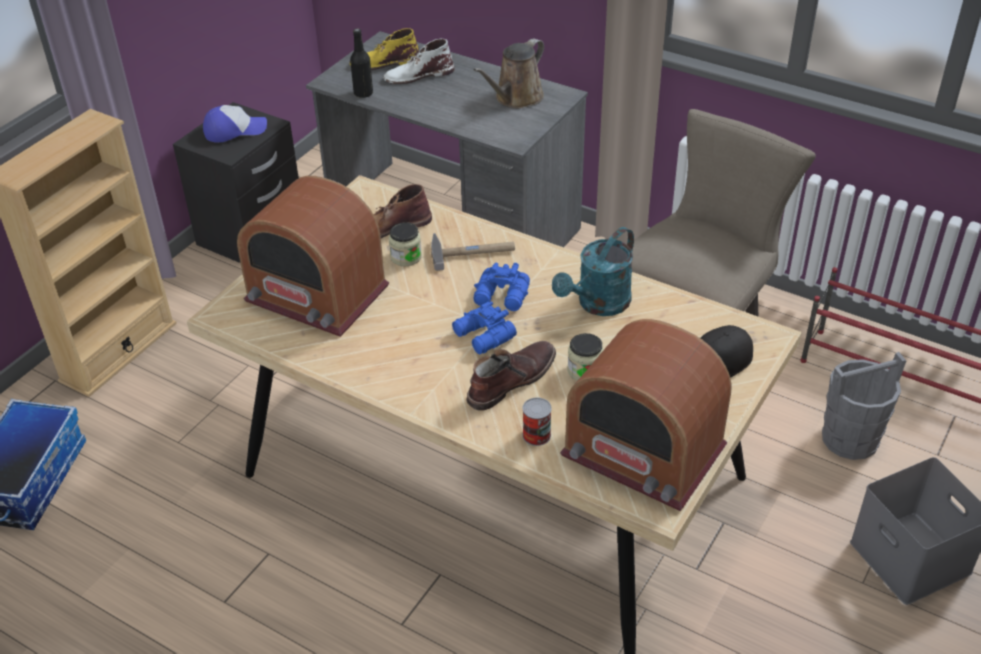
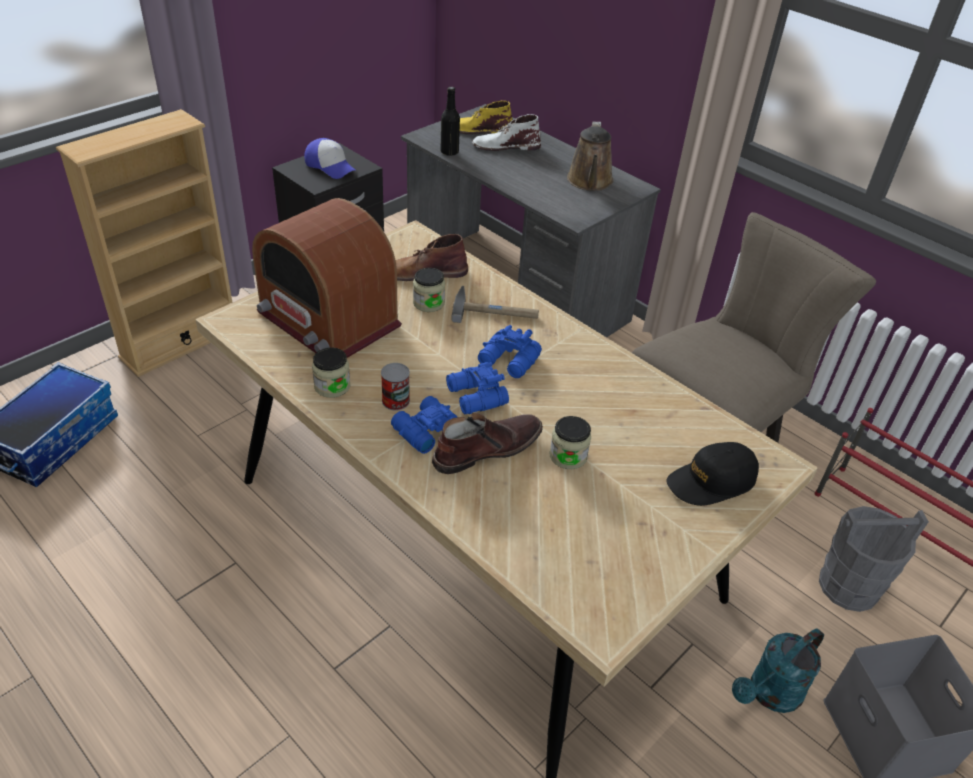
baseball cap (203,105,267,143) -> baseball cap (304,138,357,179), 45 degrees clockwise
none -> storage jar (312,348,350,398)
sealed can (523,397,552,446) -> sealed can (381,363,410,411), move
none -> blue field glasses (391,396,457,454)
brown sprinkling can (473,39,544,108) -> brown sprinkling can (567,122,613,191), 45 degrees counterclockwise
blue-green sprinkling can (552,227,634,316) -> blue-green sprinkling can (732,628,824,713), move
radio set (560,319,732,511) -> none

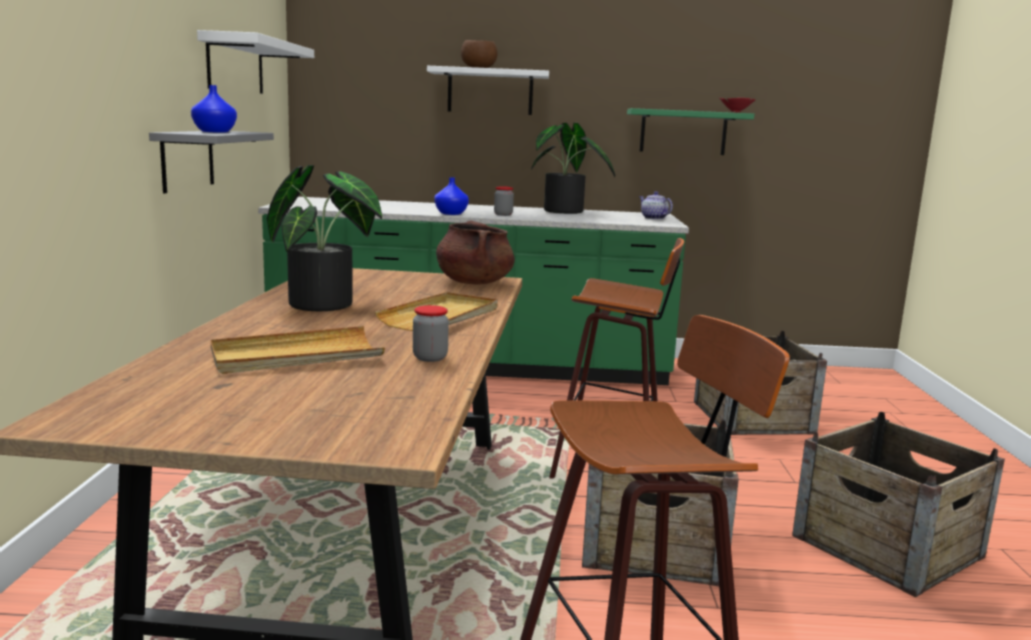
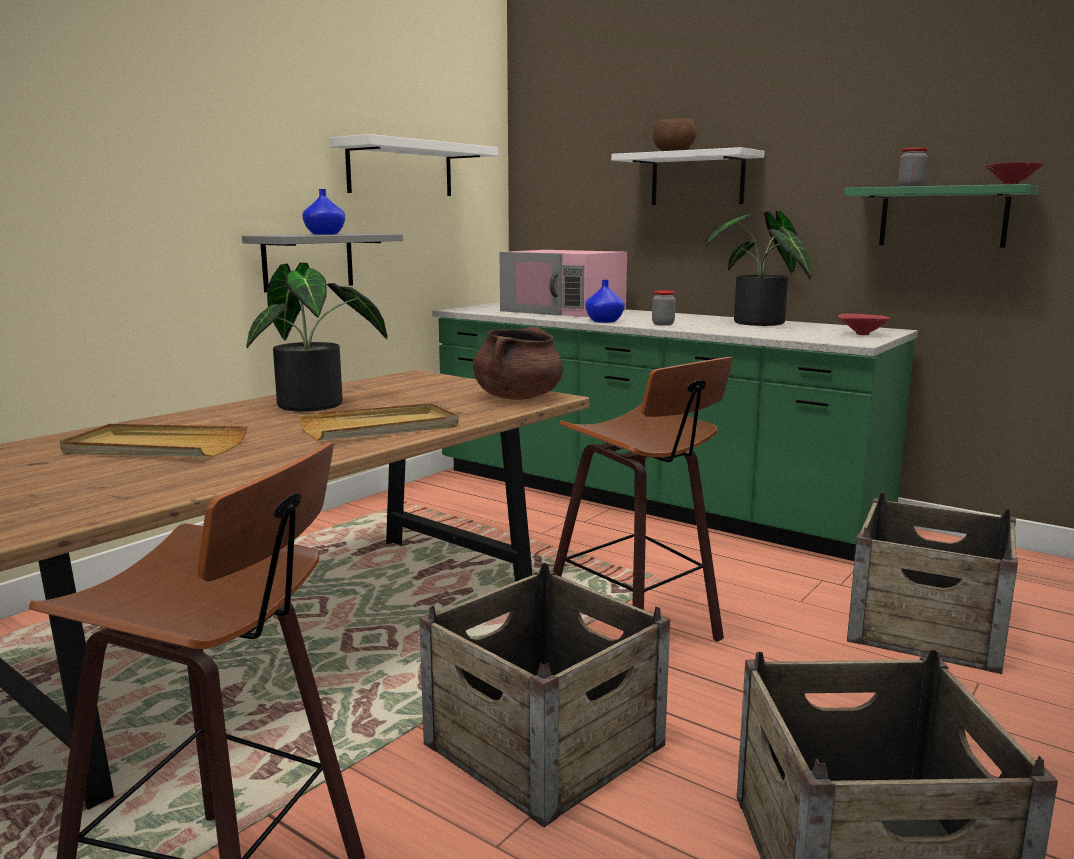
none -> pink-coloured kitchen microwave (500,250,627,317)
teapot (639,191,673,219) -> red serving bowl (838,314,891,335)
storage jar (413,305,449,362) -> storage jar (898,148,928,187), move

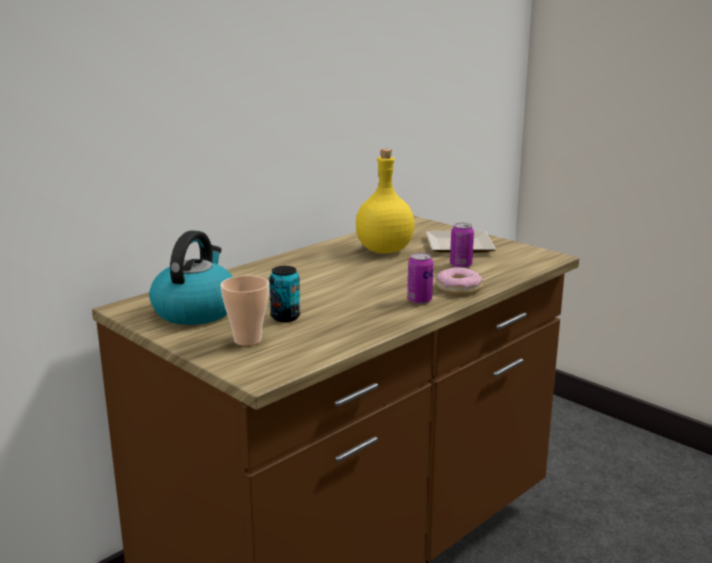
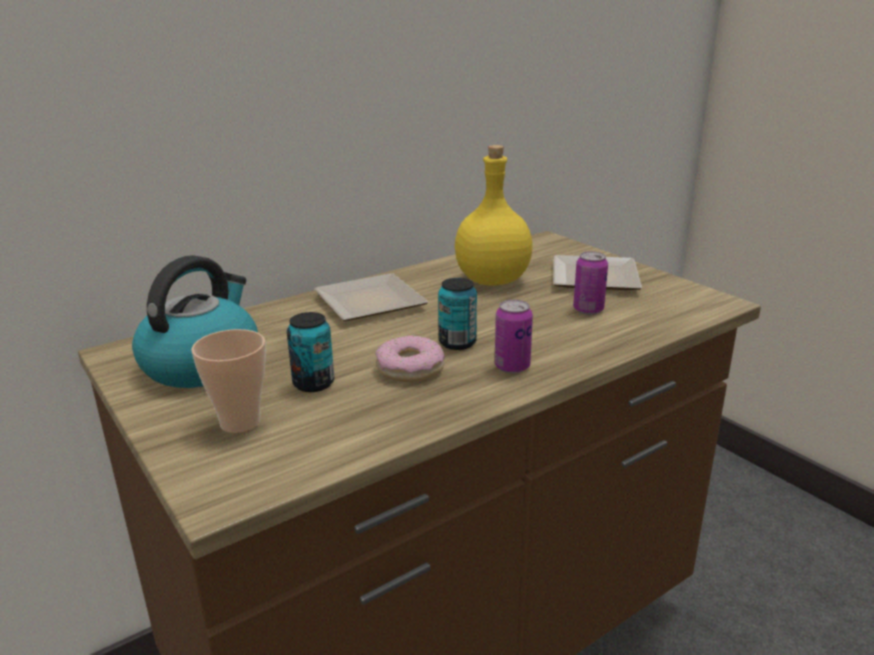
none -> dinner plate (314,273,428,321)
donut (436,267,483,295) -> donut (375,335,445,382), move
none -> sealed can (438,278,477,350)

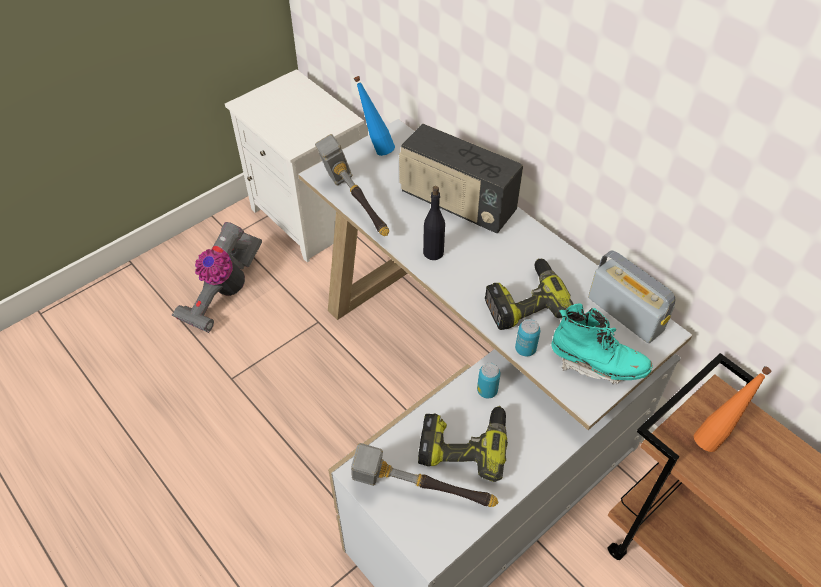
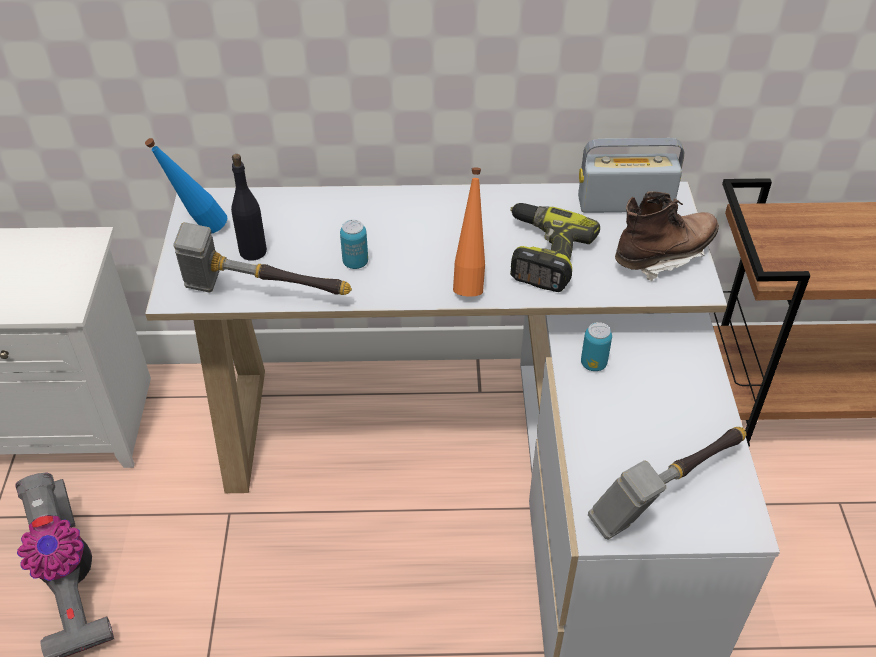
blackish beverage bottle (423,186,445,260) -> blackish beverage bottle (231,154,267,261), move
sealed can (515,319,540,357) -> sealed can (340,220,368,269), move
orangey beverage bottle (694,366,771,452) -> orangey beverage bottle (453,167,485,297), move
blue-green high-top boot (551,303,653,385) -> brown high-top boot (615,191,719,282)
radio set (399,124,523,233) -> none
electric drill (418,406,508,482) -> none

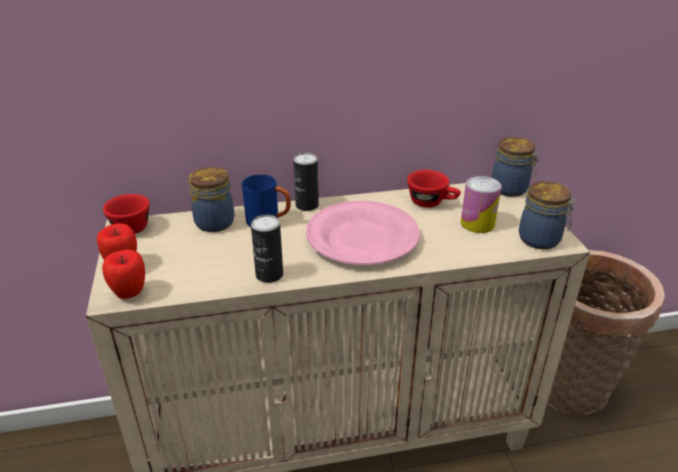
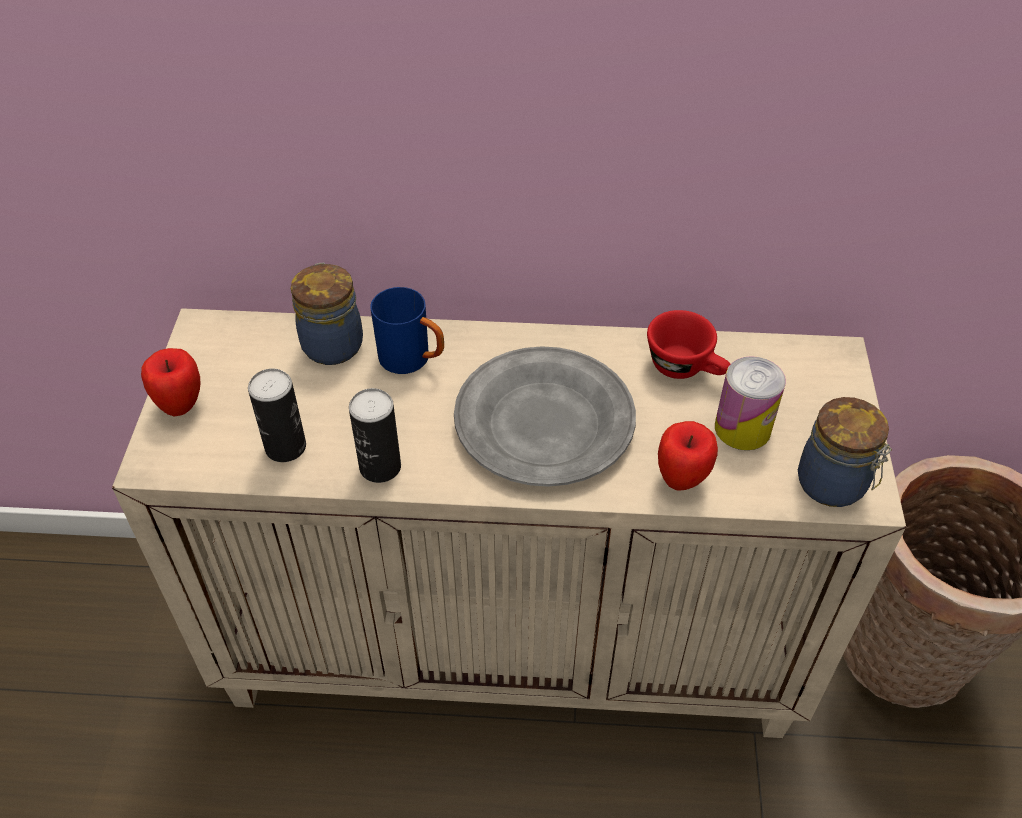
sealed can (293,153,319,211) -> sealed can (248,369,306,462), move
pink-coloured dinner plate (306,201,420,265) -> gray dinner plate (454,346,636,487)
apple fruit (102,249,145,299) -> apple fruit (658,421,718,491), move
red small cup (103,194,149,234) -> none
storage jar (492,137,539,197) -> none

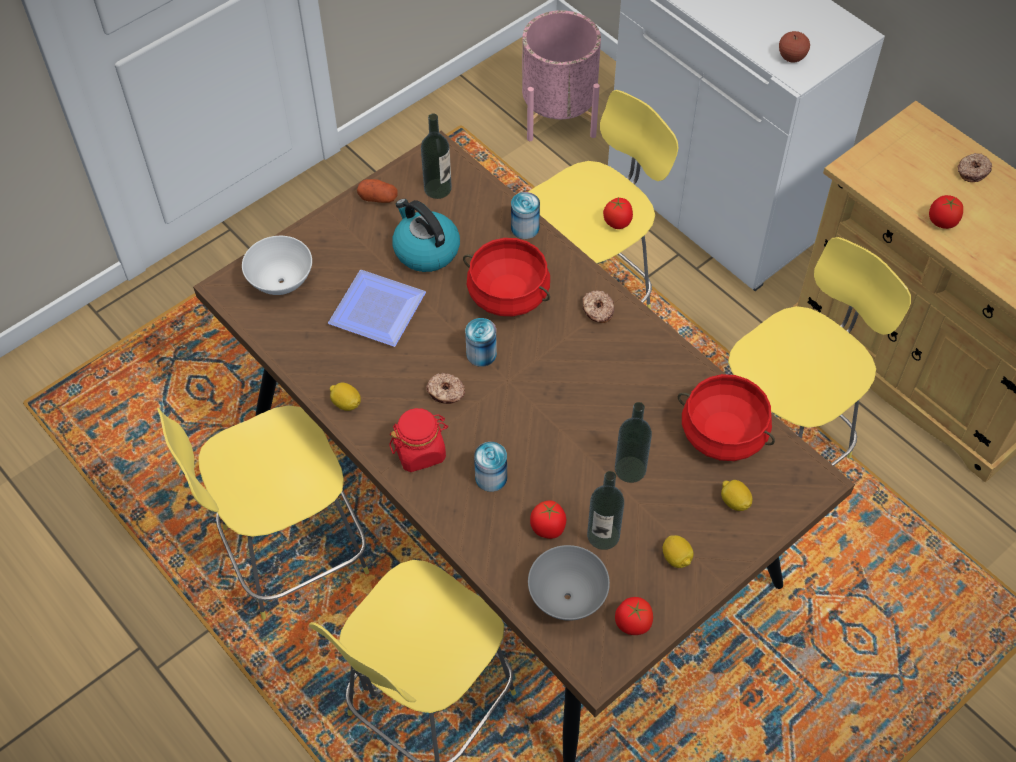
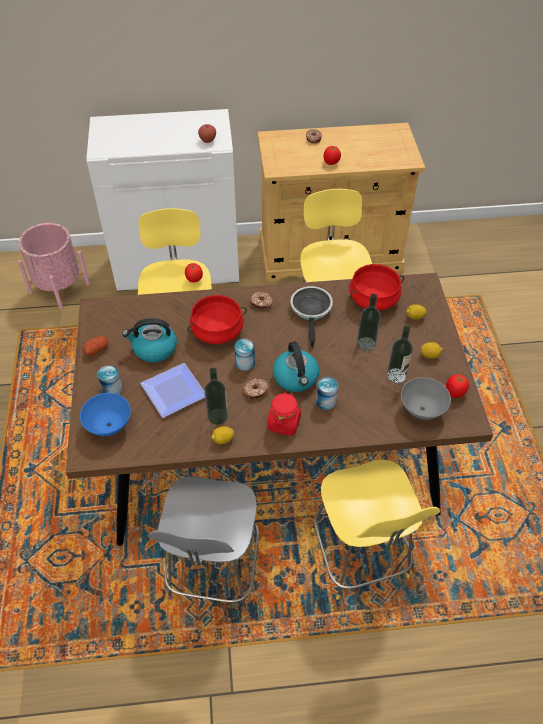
white-coloured serving bowl (242,236,312,295) -> blue serving bowl (80,393,131,436)
sealed can (511,192,540,239) -> sealed can (97,365,123,395), move
yellow-coloured sitting stool (157,405,369,620) -> gray sitting stool (148,476,260,612)
beverage bottle (421,114,452,199) -> beverage bottle (204,368,228,425), move
none -> kettle (273,341,320,392)
none -> pan (290,286,333,347)
fresh tomato (530,500,566,539) -> none

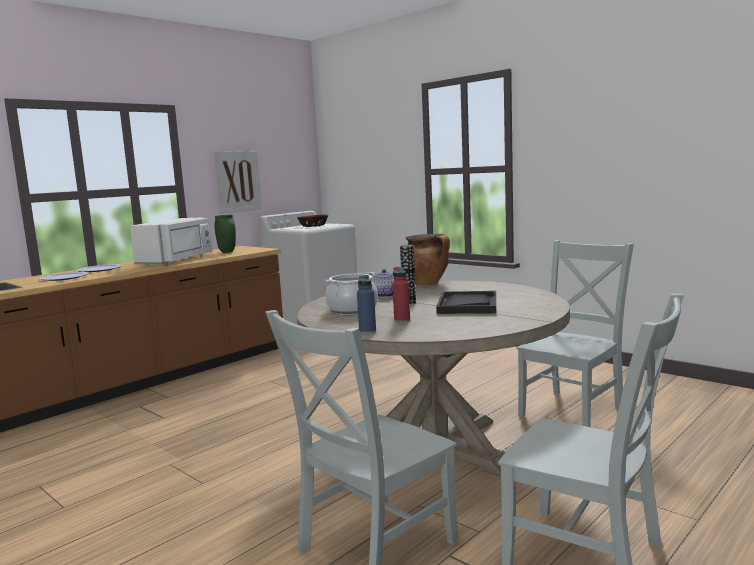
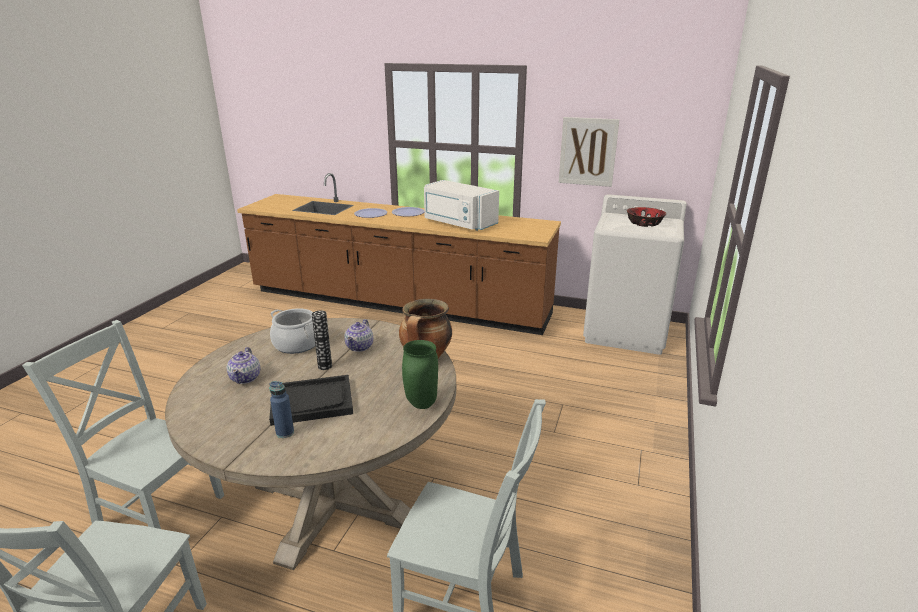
red beverage bottle (392,267,410,323) -> teapot (227,347,260,384)
blue beverage bottle (357,275,376,334) -> blue beverage bottle (270,381,294,438), move
greenish vase (214,215,236,253) -> greenish vase (402,340,438,409), move
white-coloured kitchen microwave (130,217,213,265) -> white-coloured kitchen microwave (424,180,499,231), 45 degrees clockwise

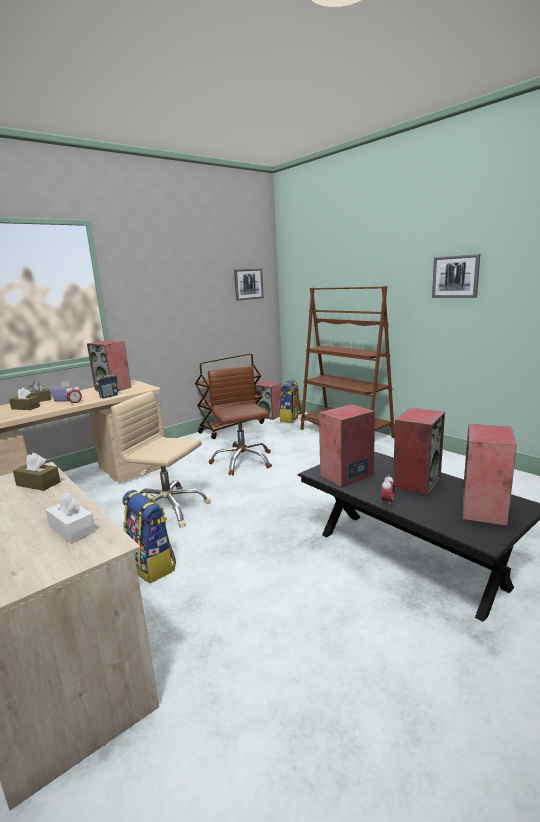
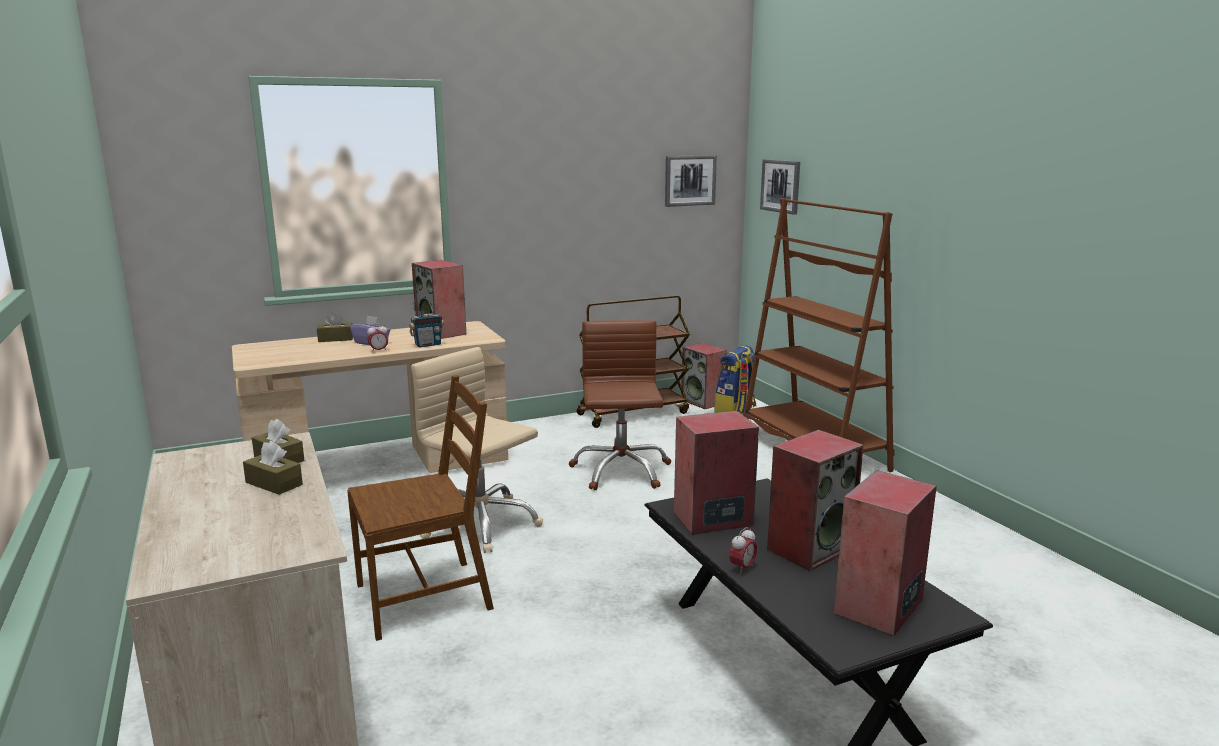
brown tissue holder (9,388,40,410) -> brown tissue holder (243,441,303,495), move
backpack (122,490,176,583) -> brown upright chair (347,375,494,641)
wall art (432,254,480,298) -> wall art (760,159,800,215), move
white-coloured tissue holder (46,492,96,543) -> none

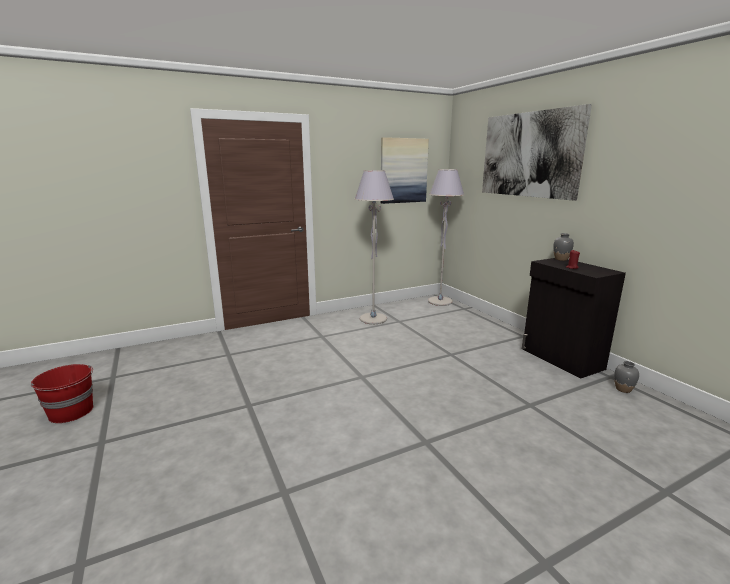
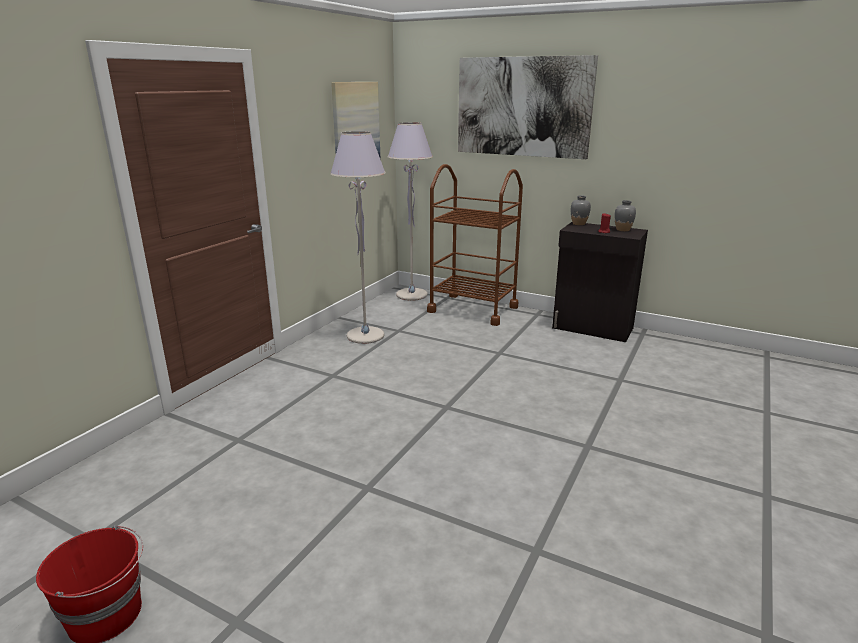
none -> brown cart (427,164,523,326)
gray vase (614,361,639,393) -> gray vase (615,200,636,231), move

